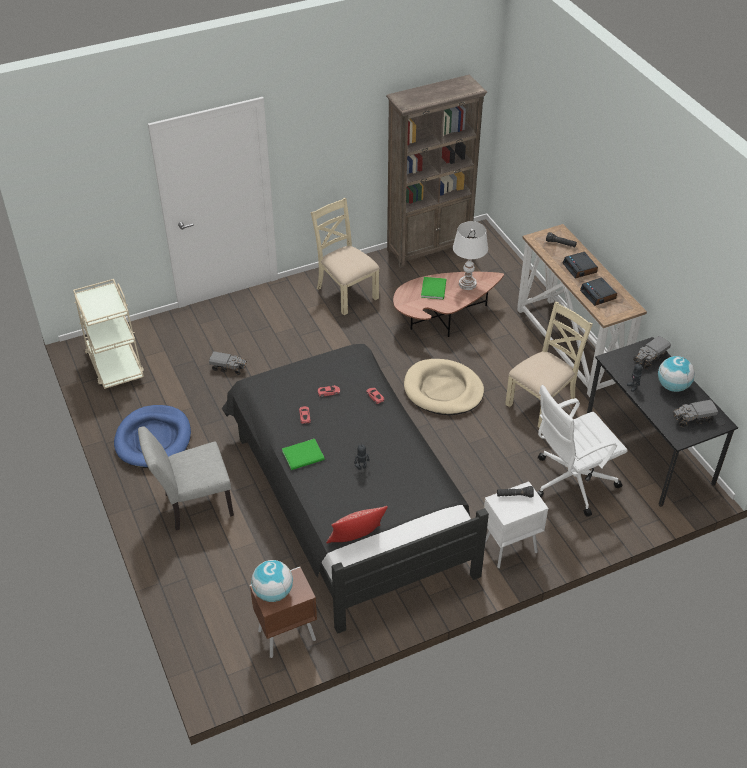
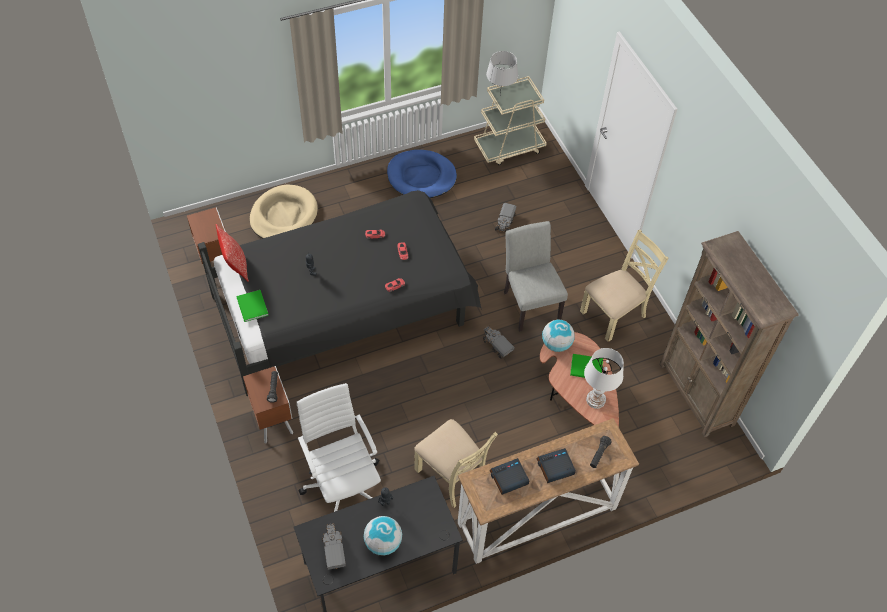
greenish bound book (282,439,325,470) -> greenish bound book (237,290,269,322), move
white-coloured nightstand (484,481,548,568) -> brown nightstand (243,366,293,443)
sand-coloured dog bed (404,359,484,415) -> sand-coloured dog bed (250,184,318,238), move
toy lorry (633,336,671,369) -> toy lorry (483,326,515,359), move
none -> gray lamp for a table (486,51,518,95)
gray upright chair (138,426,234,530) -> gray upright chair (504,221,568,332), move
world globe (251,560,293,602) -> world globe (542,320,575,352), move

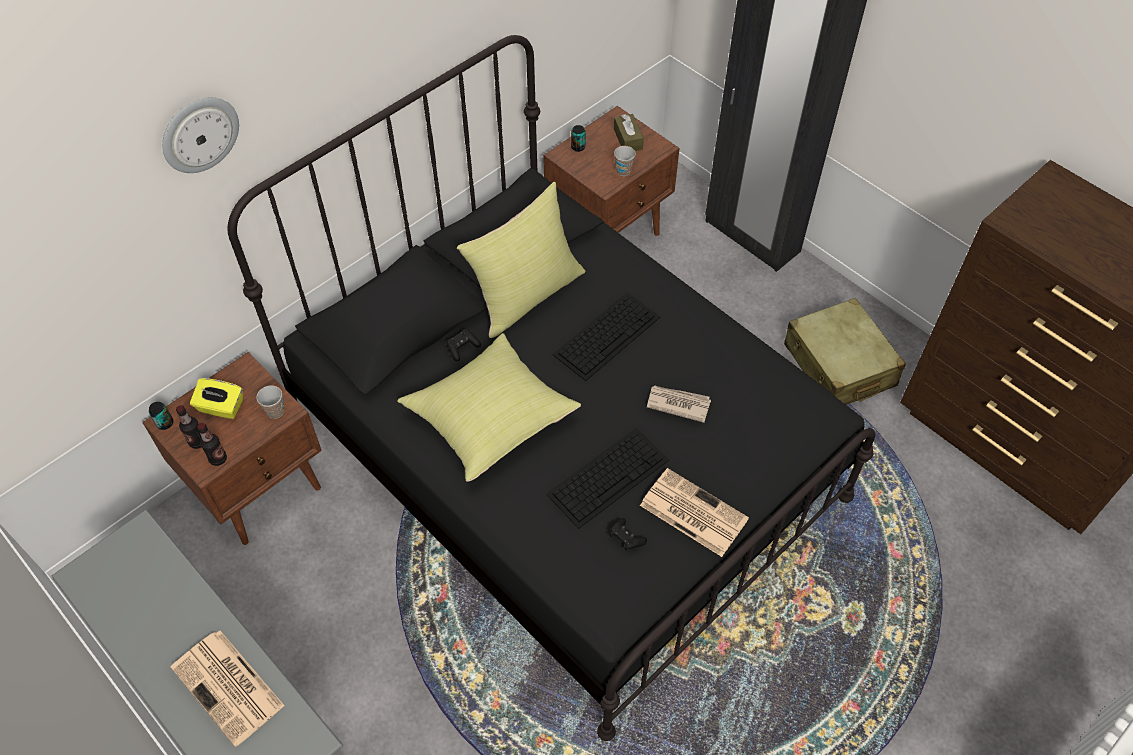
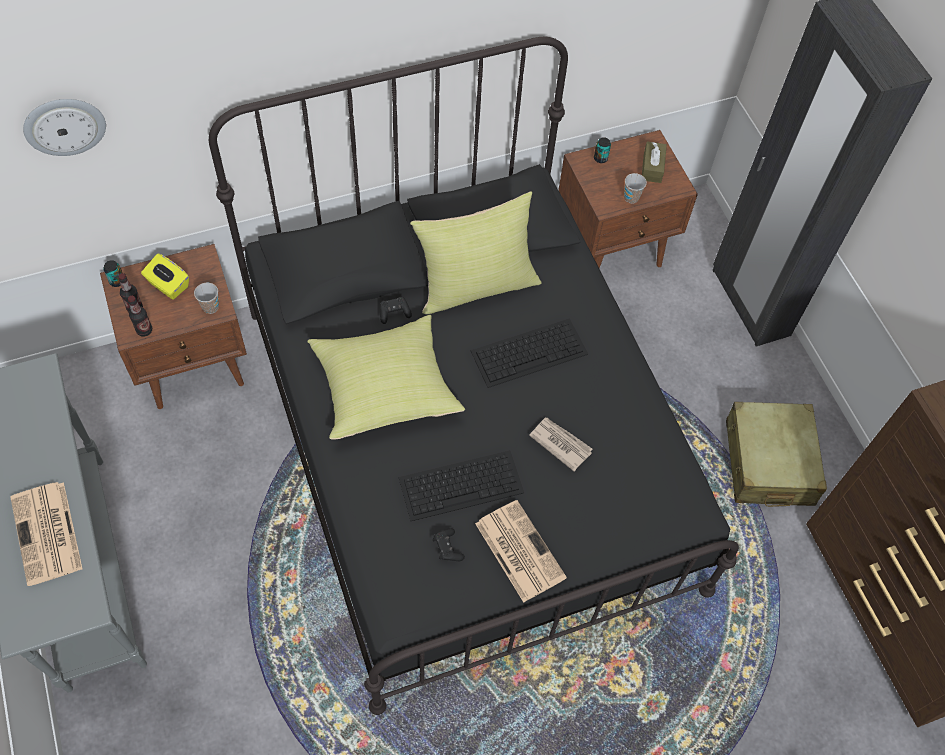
hanging clock (162,97,239,173) -> hanging clock (23,99,106,156), move

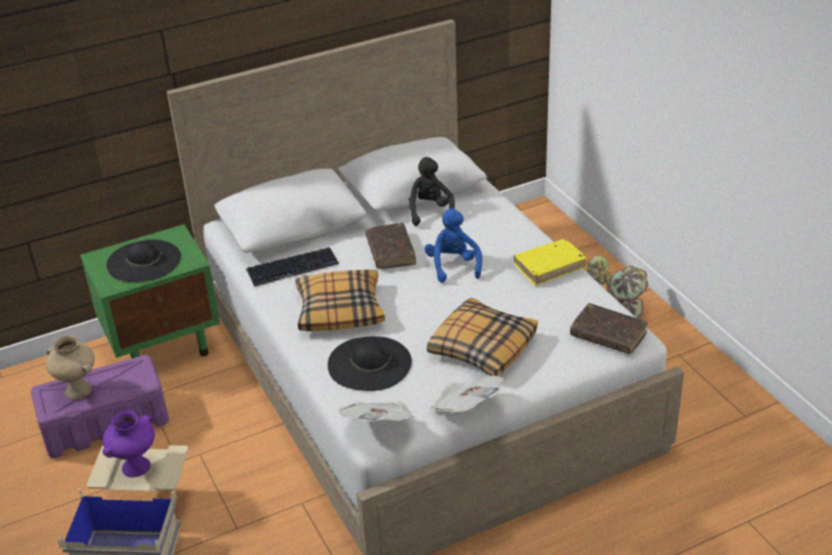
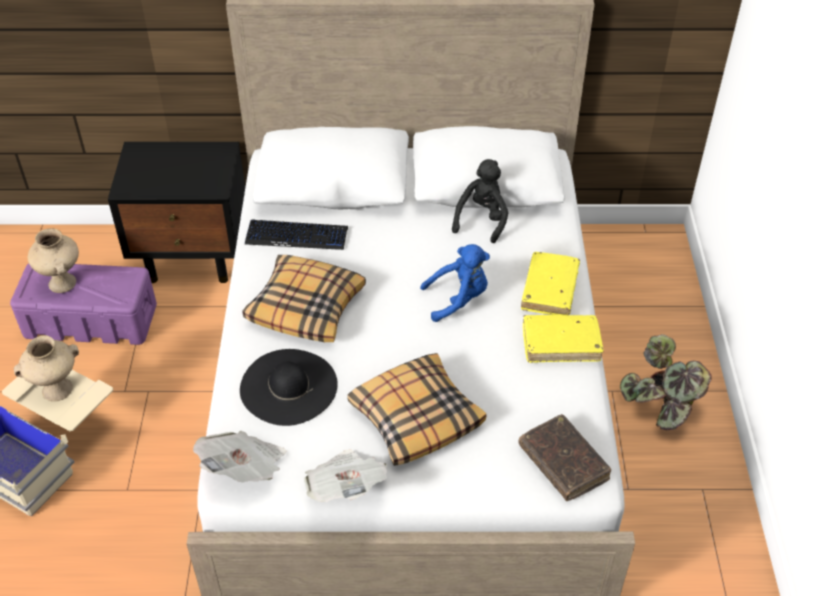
purple-coloured vase (102,411,155,477) -> sand-coloured vase (14,335,79,401)
greenish nightstand (80,224,220,359) -> blackish nightstand (108,142,245,283)
blue cuddly toy (424,209,482,283) -> blue cuddly toy (420,244,490,322), 60 degrees clockwise
none -> yellow-coloured bound book (521,252,580,315)
blackish wearable hat (107,240,181,282) -> none
brown bound book (366,223,416,269) -> none

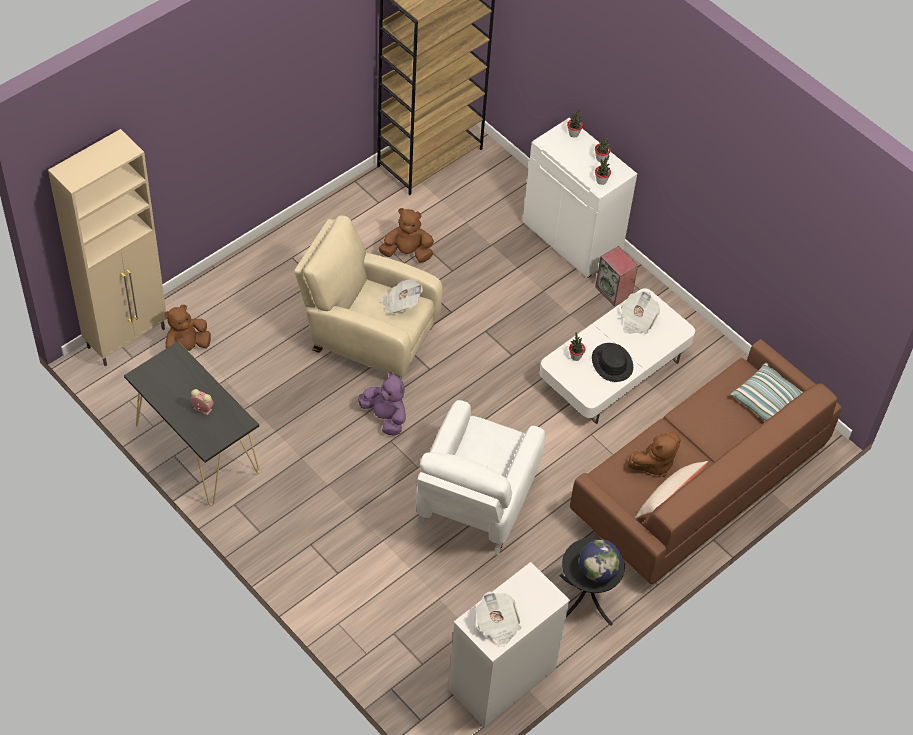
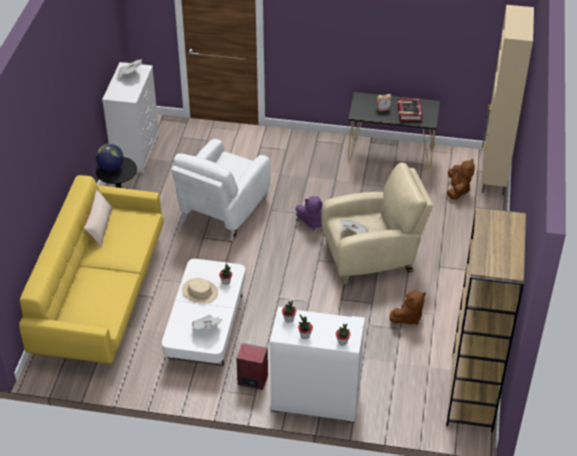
brown sofa (570,339,842,584) -> yellow-coloured sofa (19,175,164,364)
white-coloured lounge chair (416,400,545,555) -> white-coloured lounge chair (171,139,271,241), 135 degrees counterclockwise
blackish wearable hat (592,343,633,382) -> sand-coloured wearable hat (182,278,218,304)
none -> bound book (397,98,423,122)
brown cuddly toy (628,431,681,477) -> none
throw pillow (731,363,803,420) -> none

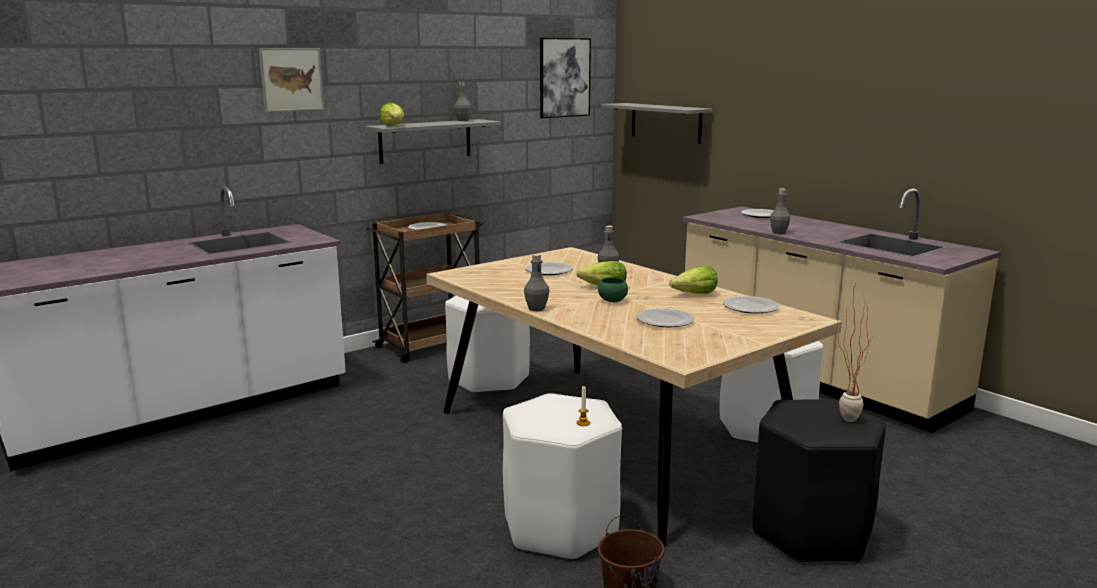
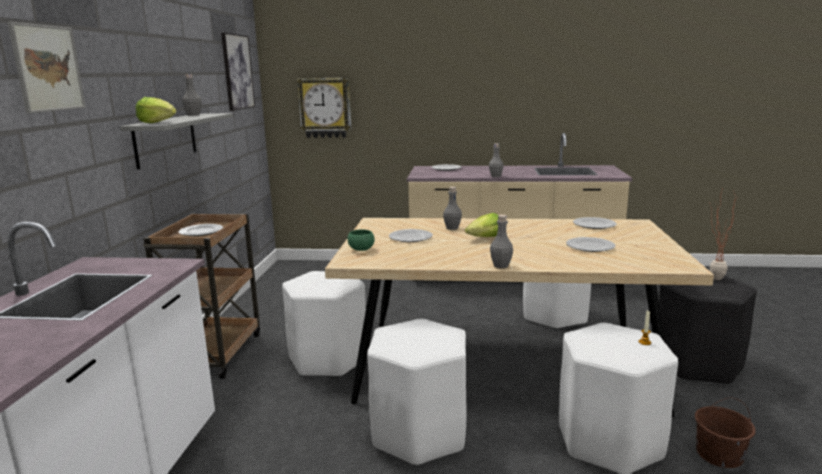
gray wall shelf (601,103,713,143) -> hanging clock (297,77,352,138)
greenish serving bowl (598,277,628,302) -> greenish serving bowl (348,229,375,251), move
none -> white-coloured sitting stool (367,319,466,467)
lettuce (669,265,718,294) -> none

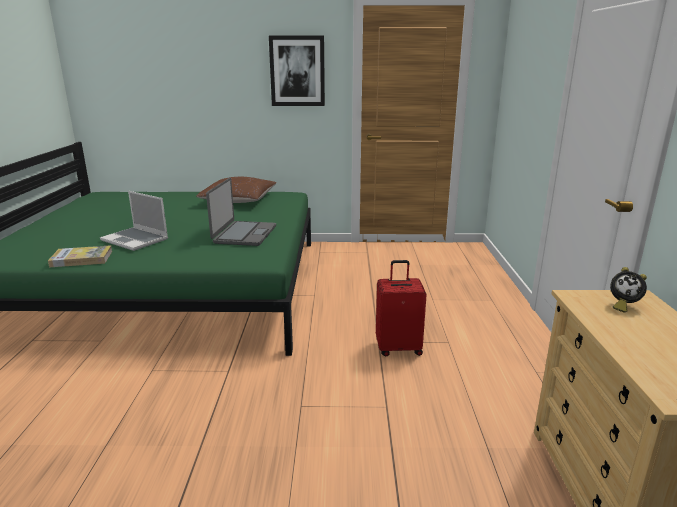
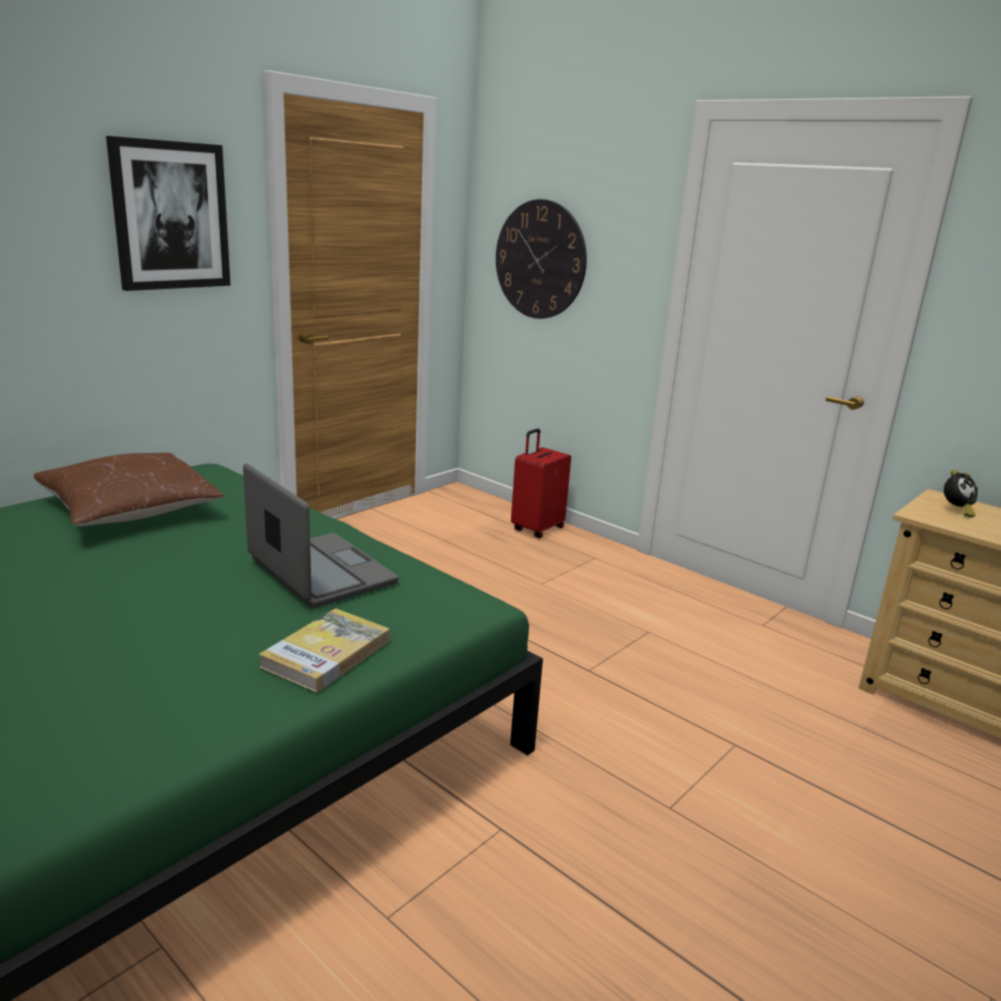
bound book (48,245,112,267) -> bound book (259,608,390,693), move
none -> hanging clock (496,199,587,319)
red travel case (376,260,427,356) -> red travel case (511,428,571,538), move
laptop (100,191,168,251) -> none

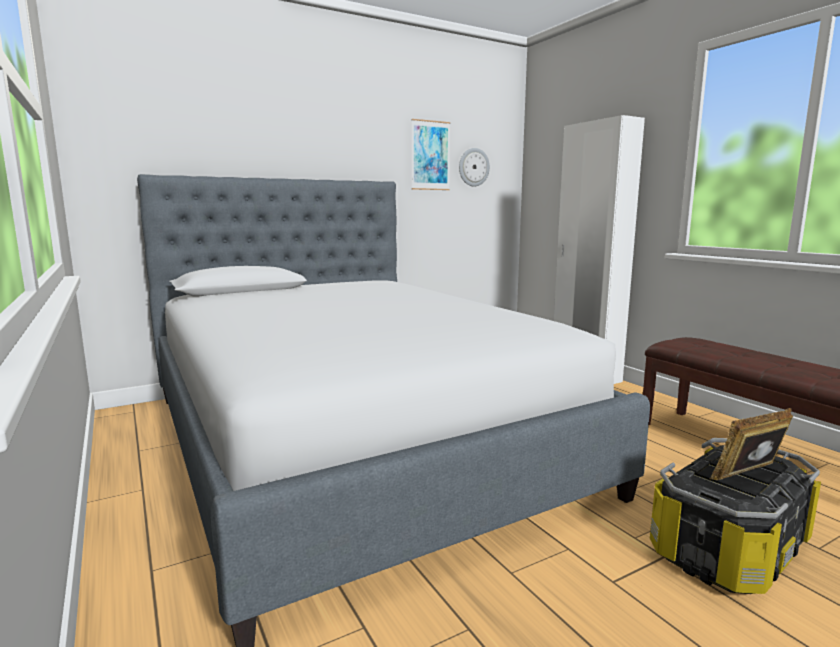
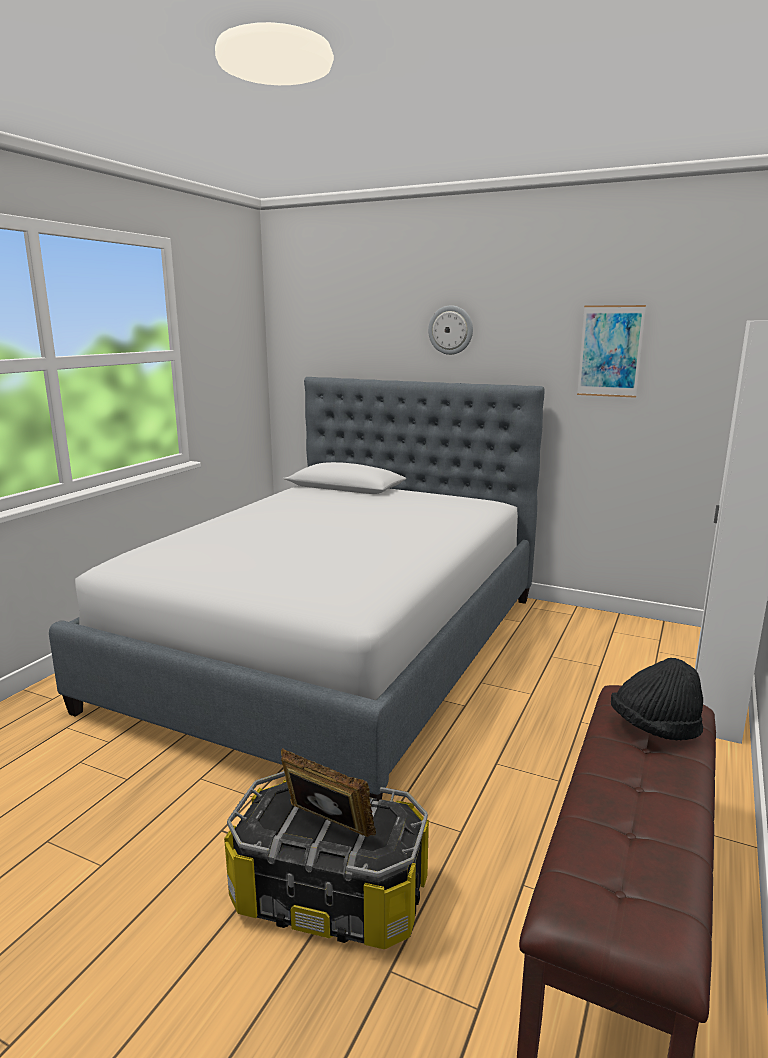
hanging clock (459,148,490,187) -> hanging clock (428,305,473,355), move
none -> blackish wearable hat (611,658,703,741)

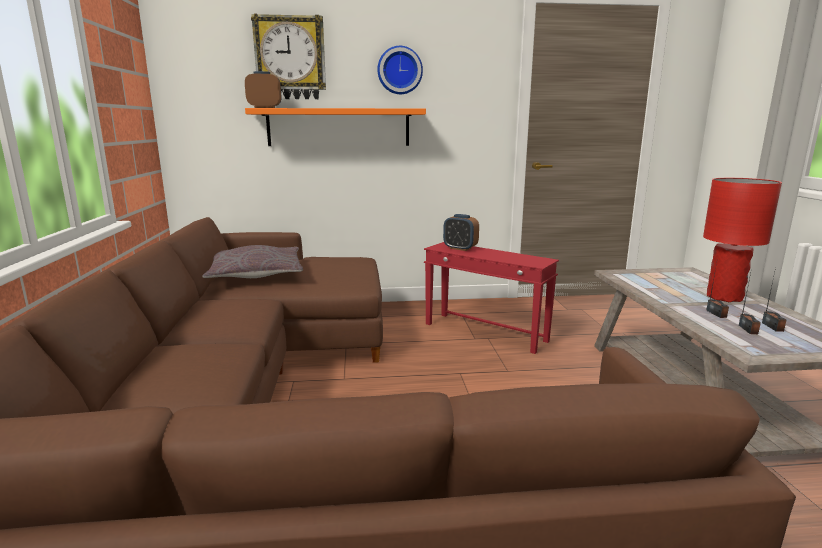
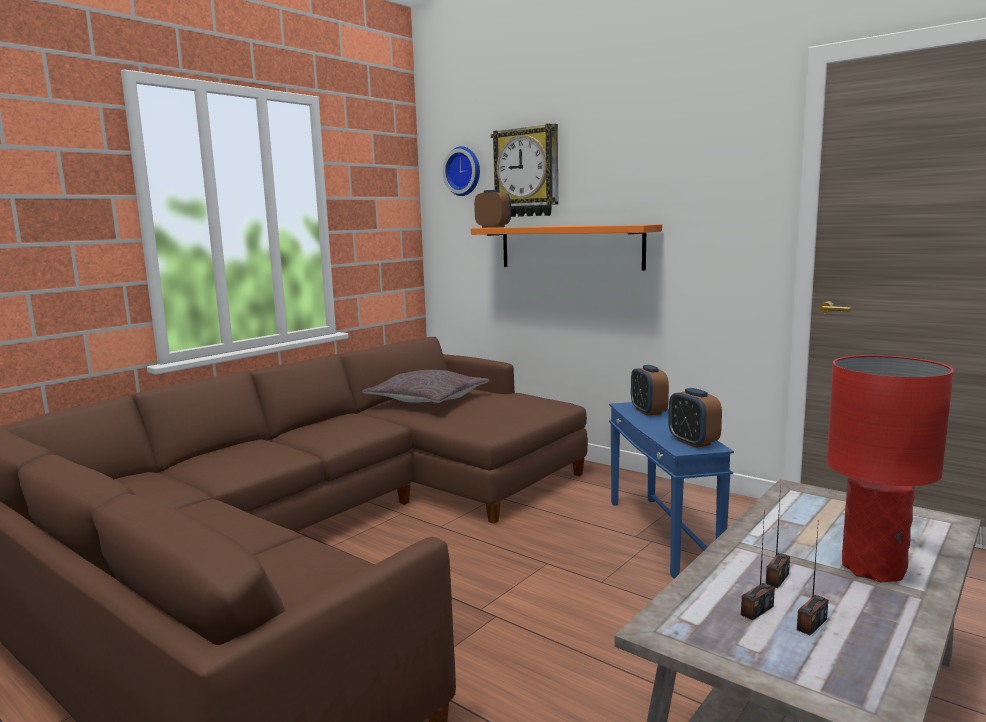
hanging clock (377,46,423,94) -> hanging clock (442,146,480,196), move
red accent table (424,242,559,354) -> blue accent table (609,402,734,579)
none -> alarm clock (668,388,722,448)

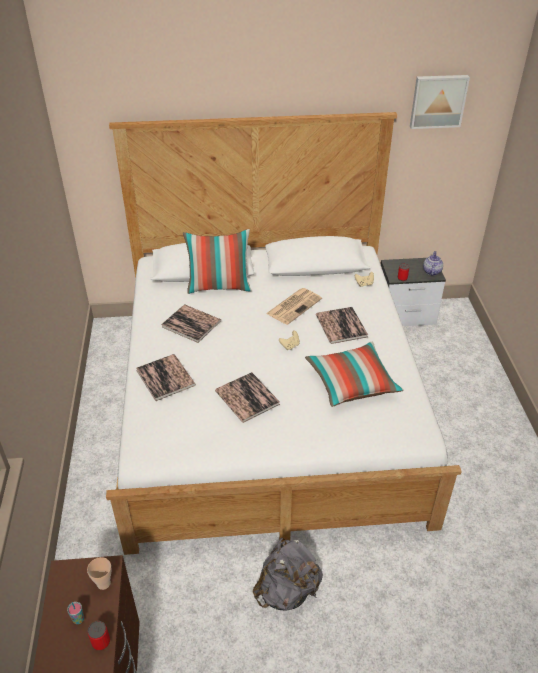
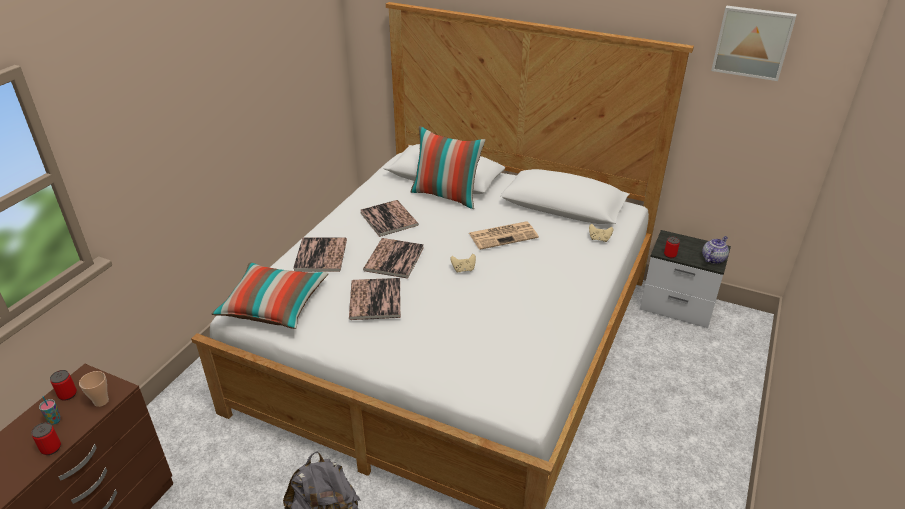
none -> sealed can (50,370,77,401)
throw pillow (305,342,404,407) -> throw pillow (212,262,329,329), move
bound book (316,307,368,344) -> bound book (363,238,424,279), move

